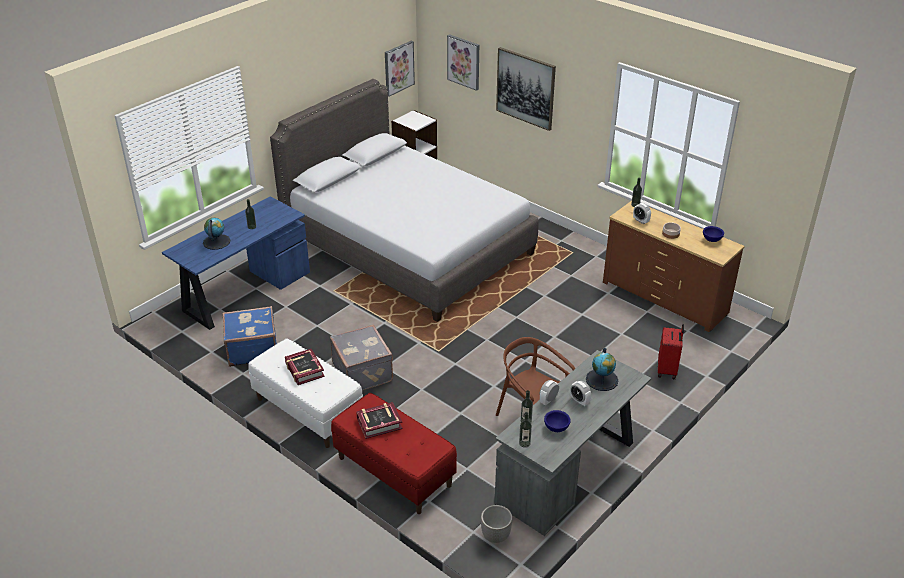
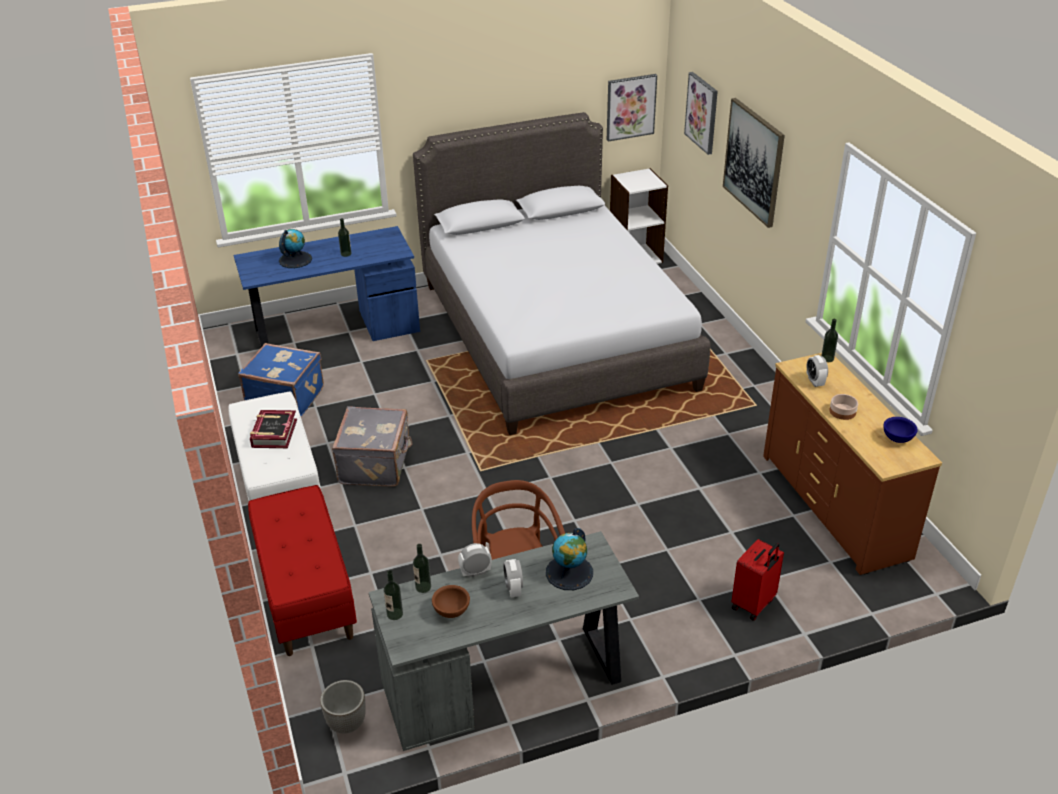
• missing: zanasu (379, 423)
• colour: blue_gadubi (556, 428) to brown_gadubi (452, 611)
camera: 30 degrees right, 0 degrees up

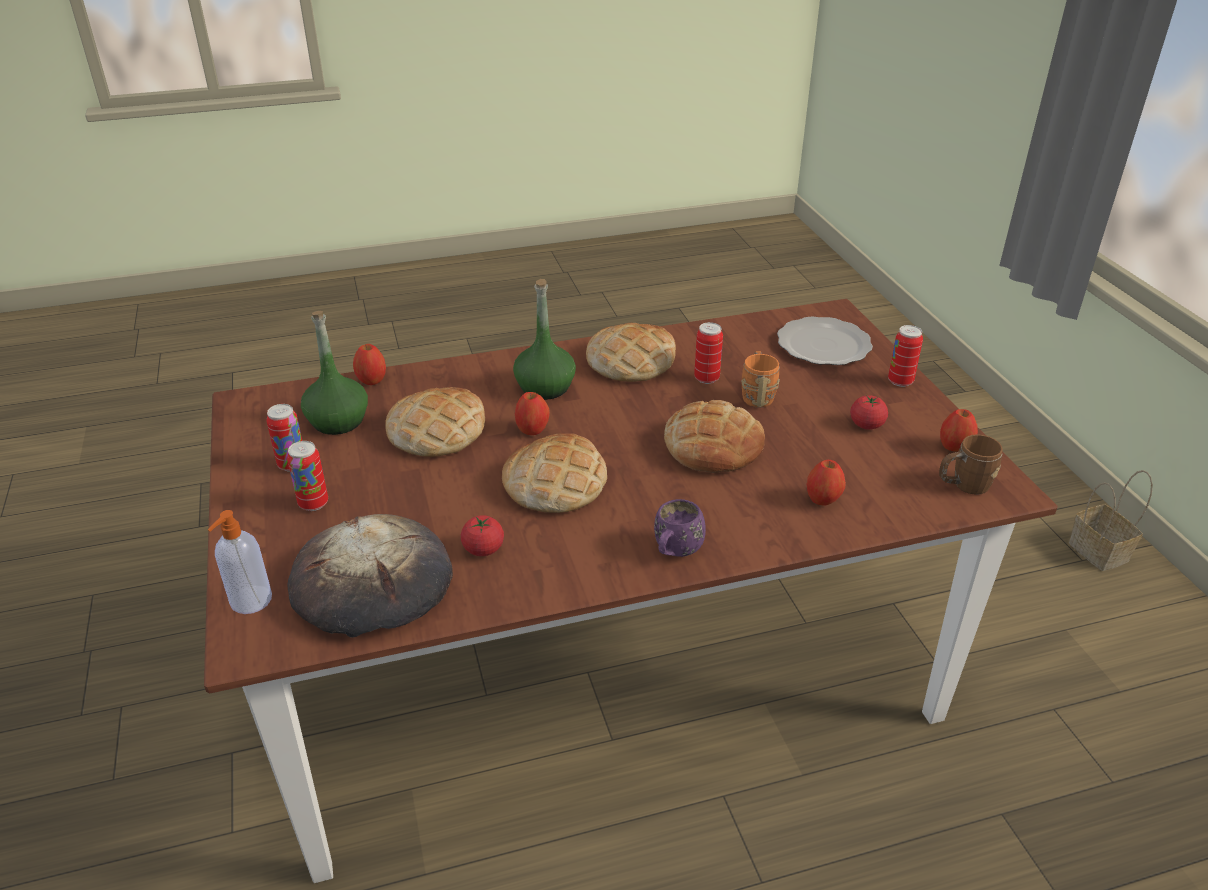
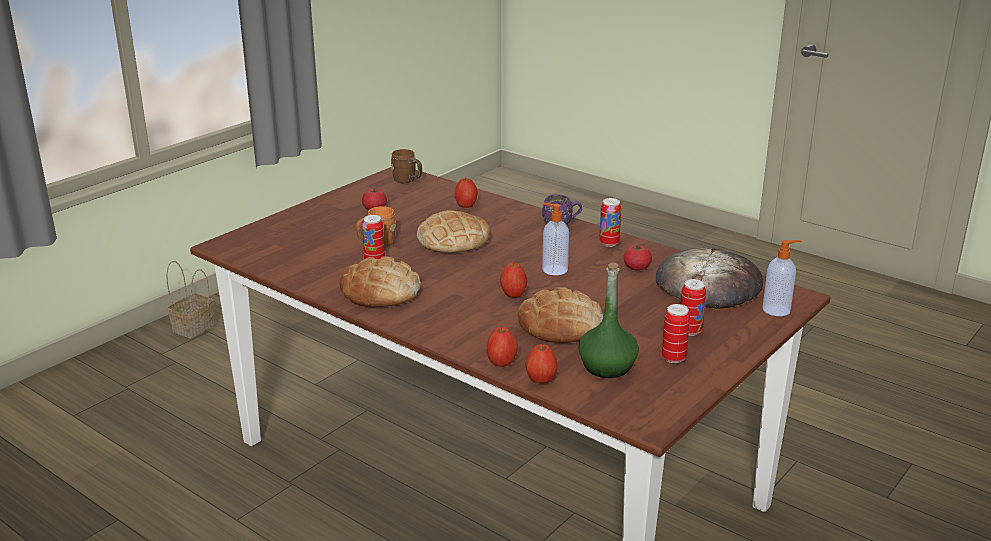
• exchanged: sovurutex (555, 482) to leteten (554, 269)
• missing: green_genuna (545, 387)
• missing: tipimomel (825, 345)
• relocated: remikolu (900, 381) to (609, 243)
• relocated: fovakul (954, 447) to (501, 362)
camera: 125 degrees left, 10 degrees down

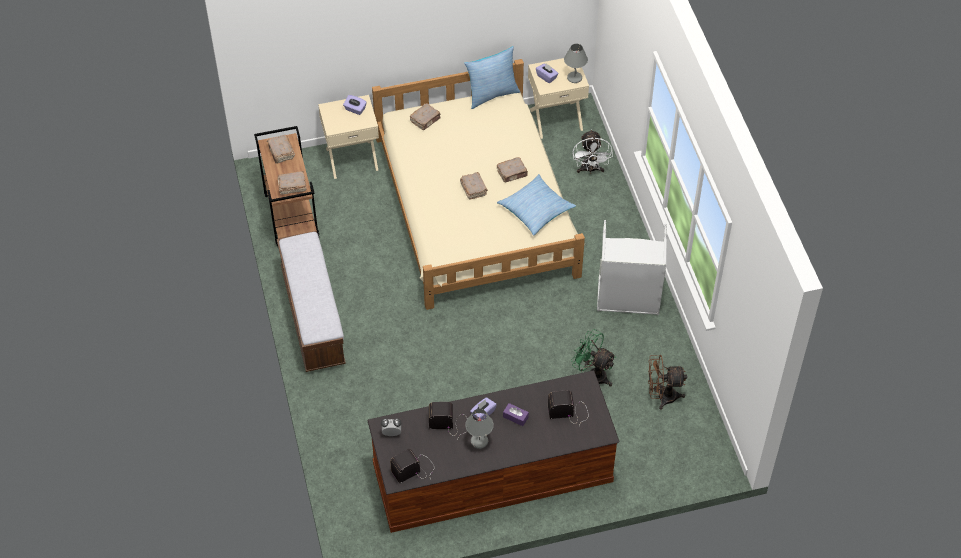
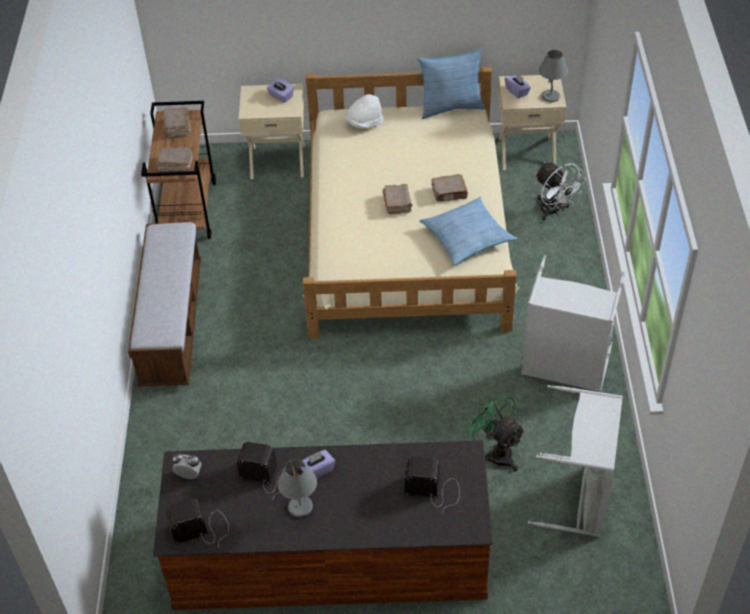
• exchanged: brown_zanasu (425, 120) to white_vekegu (364, 123)
• missing: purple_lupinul (515, 417)
• spun: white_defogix (590, 170) = (554, 211) 45 degrees counterclockwise
• exchanged: brown_defogix (661, 396) to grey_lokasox (580, 496)
camera: 15 degrees right, 5 degrees down

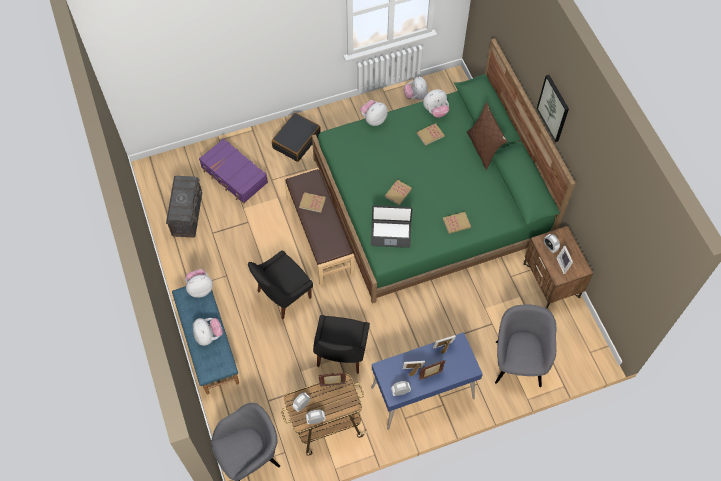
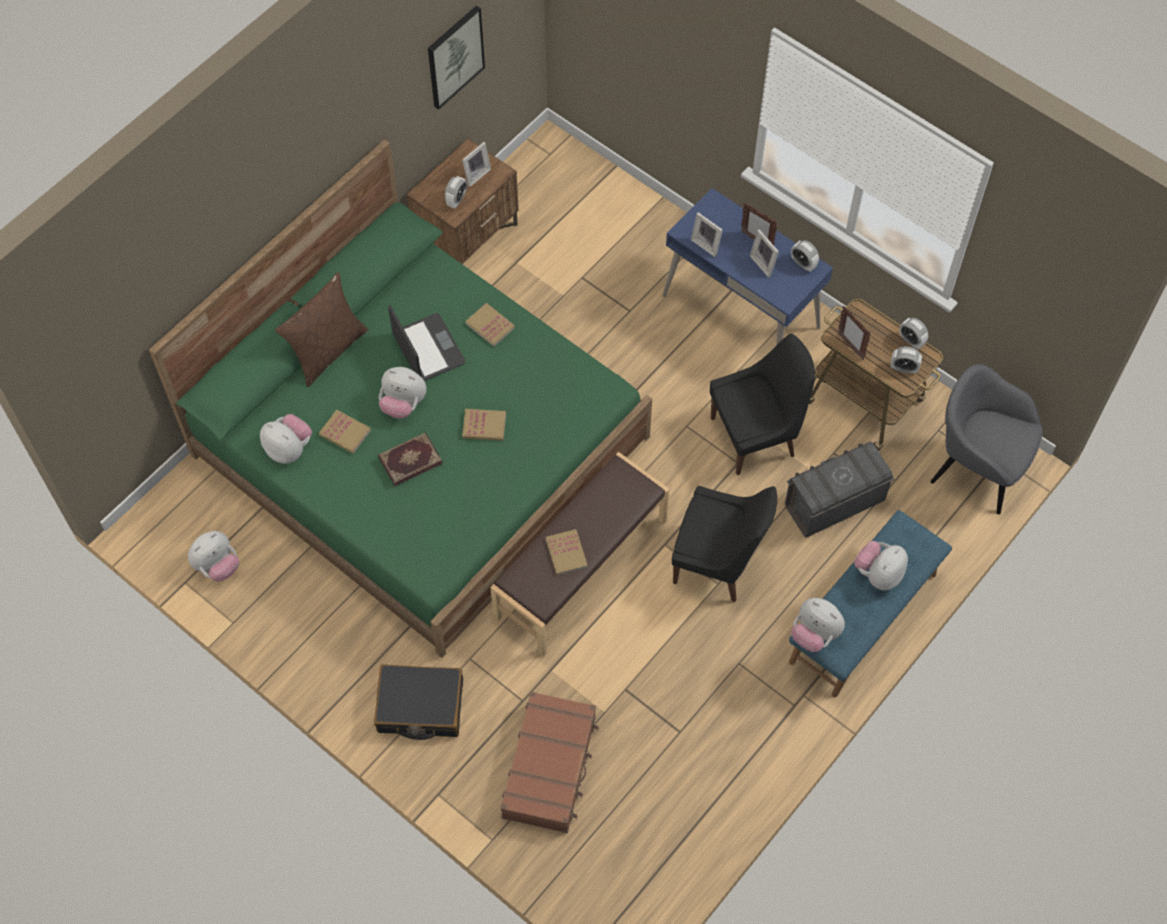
• relocated: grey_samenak (187, 214) to (833, 503)
• colour: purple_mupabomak (234, 175) to brown_mupabomak (550, 767)
• relocated: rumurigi (373, 119) to (403, 404)
• relocated: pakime (391, 233) to (428, 349)
• missing: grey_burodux (518, 362)
• relocated: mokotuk (553, 108) to (454, 56)
• appeared: zanasu (409, 459)
camera: 120 degrees left, 0 degrees up

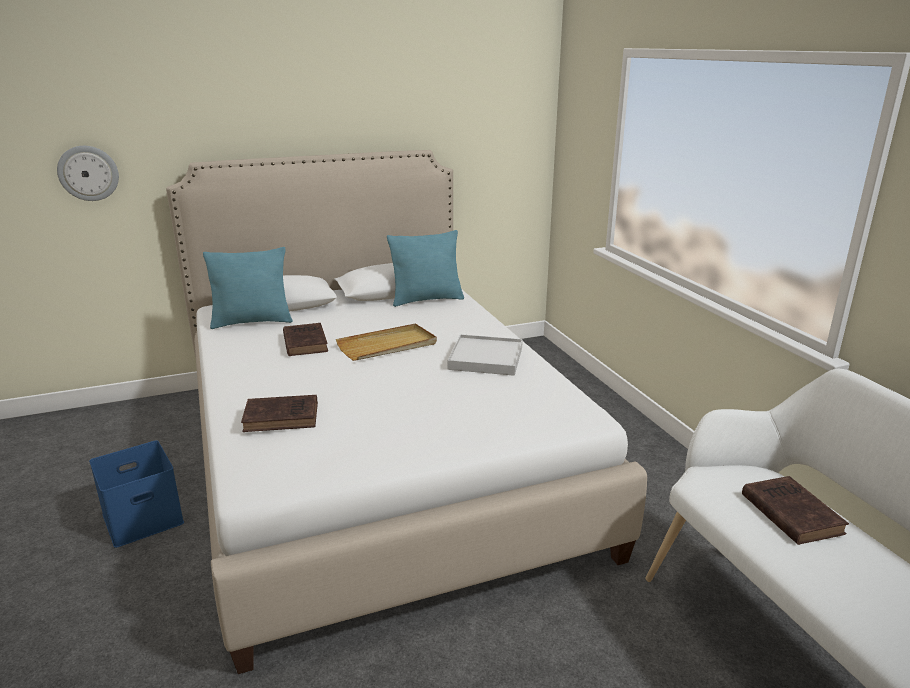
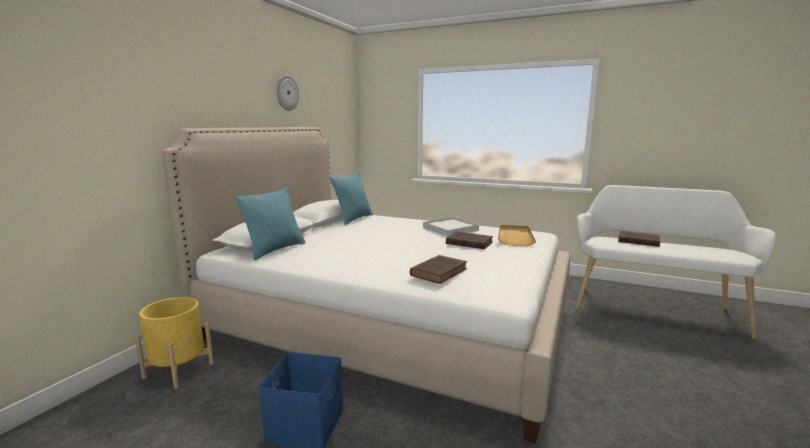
• relocated: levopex (88, 173) to (286, 93)
• relocated: brown_zanasu (305, 342) to (468, 243)
• relocated: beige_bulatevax (388, 346) to (515, 237)
• appeared: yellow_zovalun (179, 370)
camera: 45 degrees left, 10 degrees down

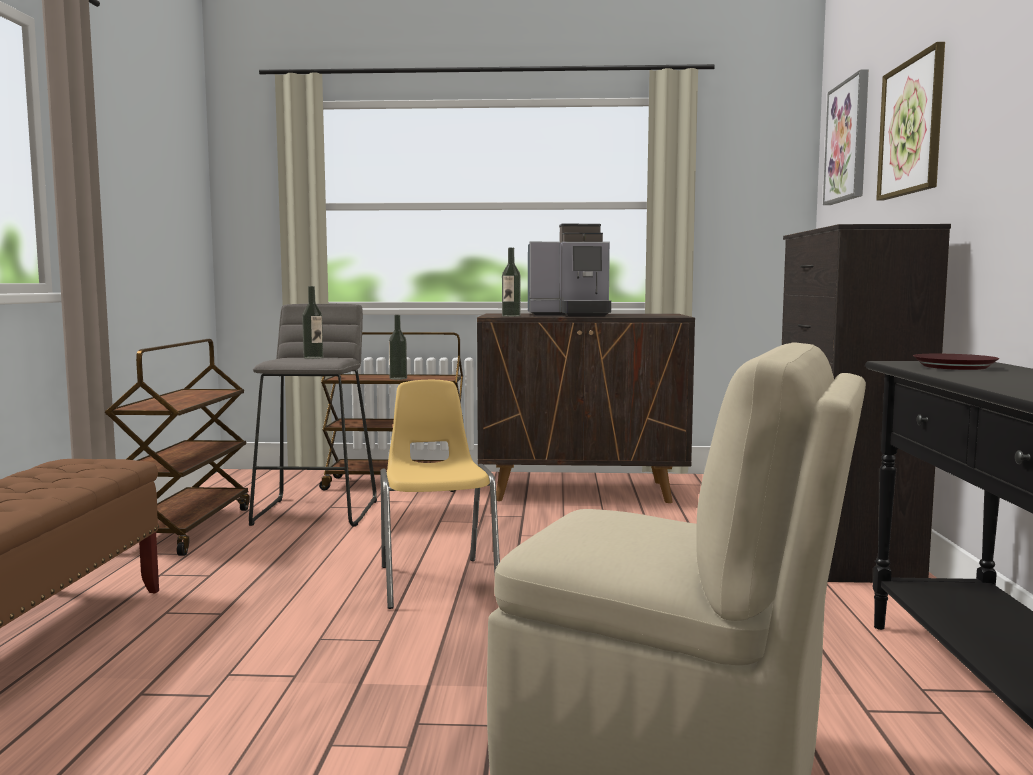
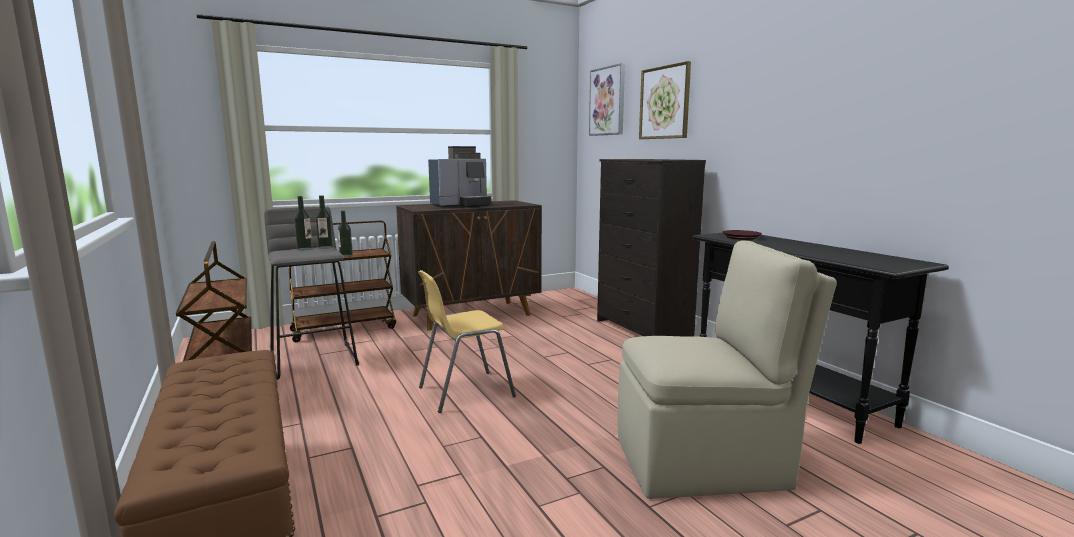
• spun: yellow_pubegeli (437, 582) = (464, 392) 75 degrees counterclockwise
• relocated: genuna (511, 316) to (325, 247)
camera: 30 degrees left, 5 degrees up

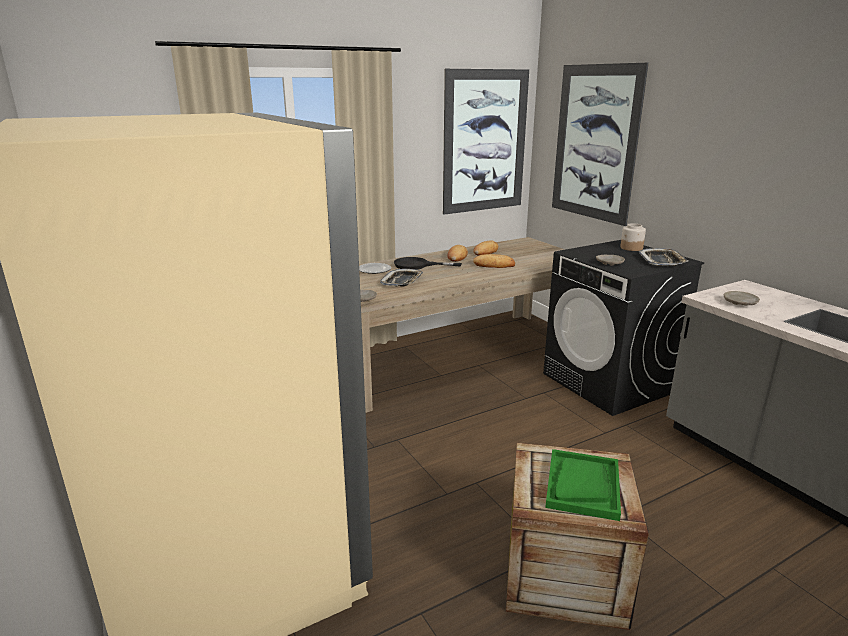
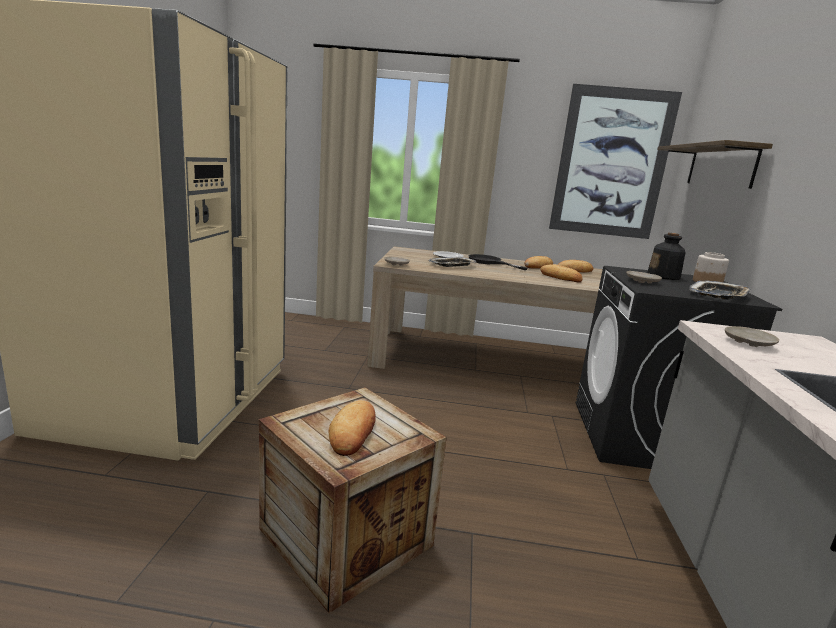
• exchanged: green_bulatevax (582, 485) to sovurutex (353, 432)
• exchanged: mokotuk (595, 143) to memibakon (720, 166)
• appeared: genuna (663, 276)
camera: 35 degrees right, 5 degrees down

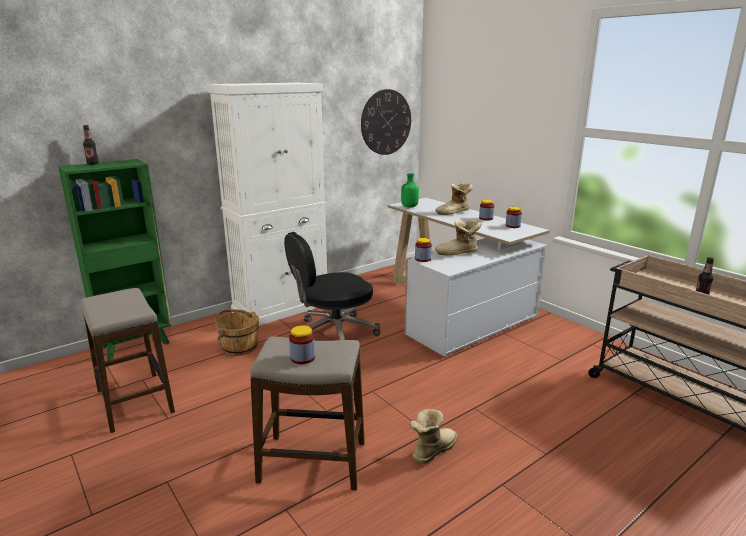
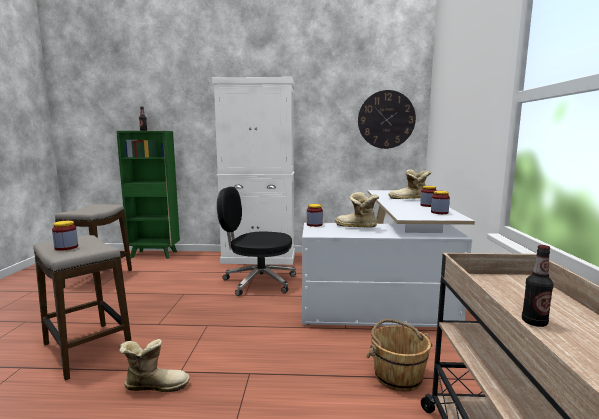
• relocated: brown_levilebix (239, 347) to (397, 375)
• missing: green_genuna (409, 206)
camera: 40 degrees right, 10 degrees down

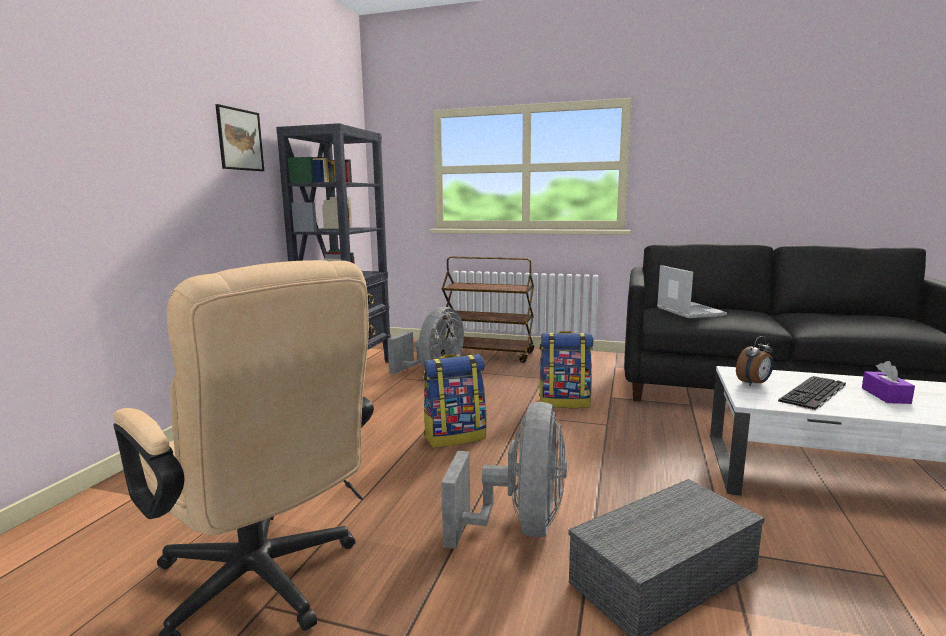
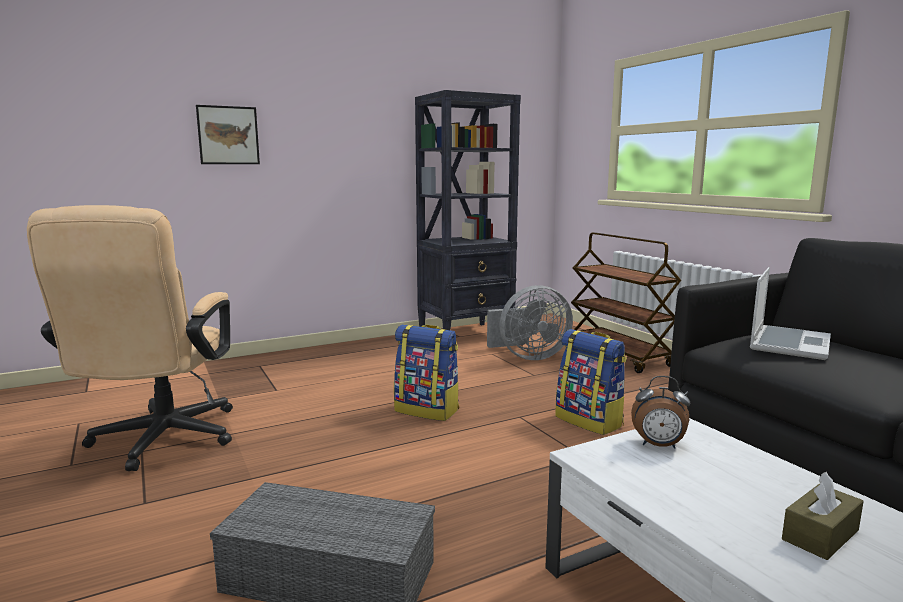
• relocated: mokotuk (240, 139) to (228, 135)
• missing: grey_defogix (520, 526)
• missing: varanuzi (814, 393)
• colour: purple_lupinul (885, 395) to brown_lupinul (820, 535)
camera: 45 degrees right, 0 degrees up

